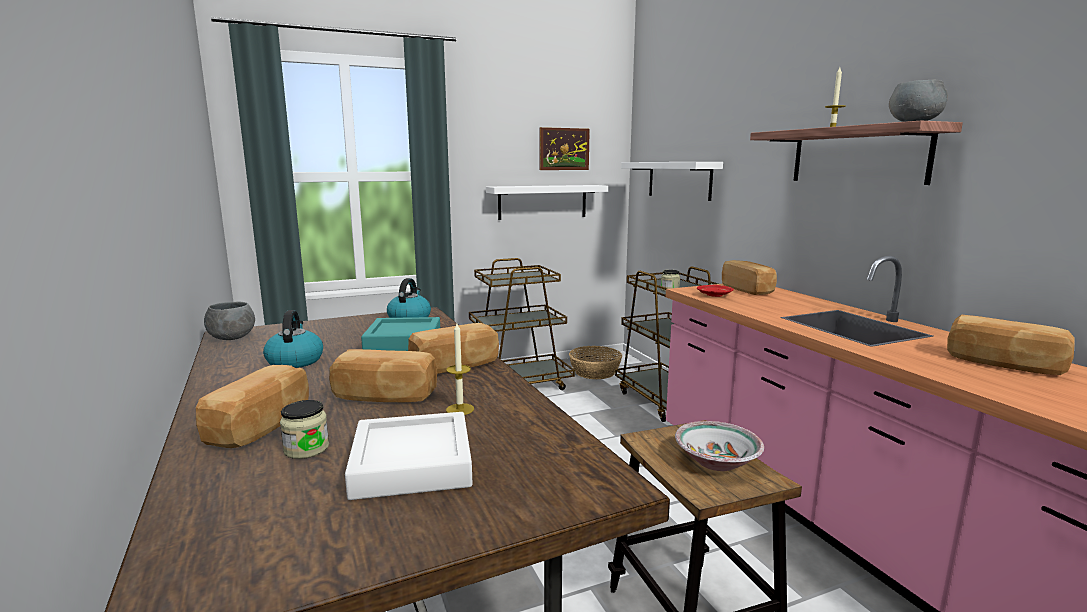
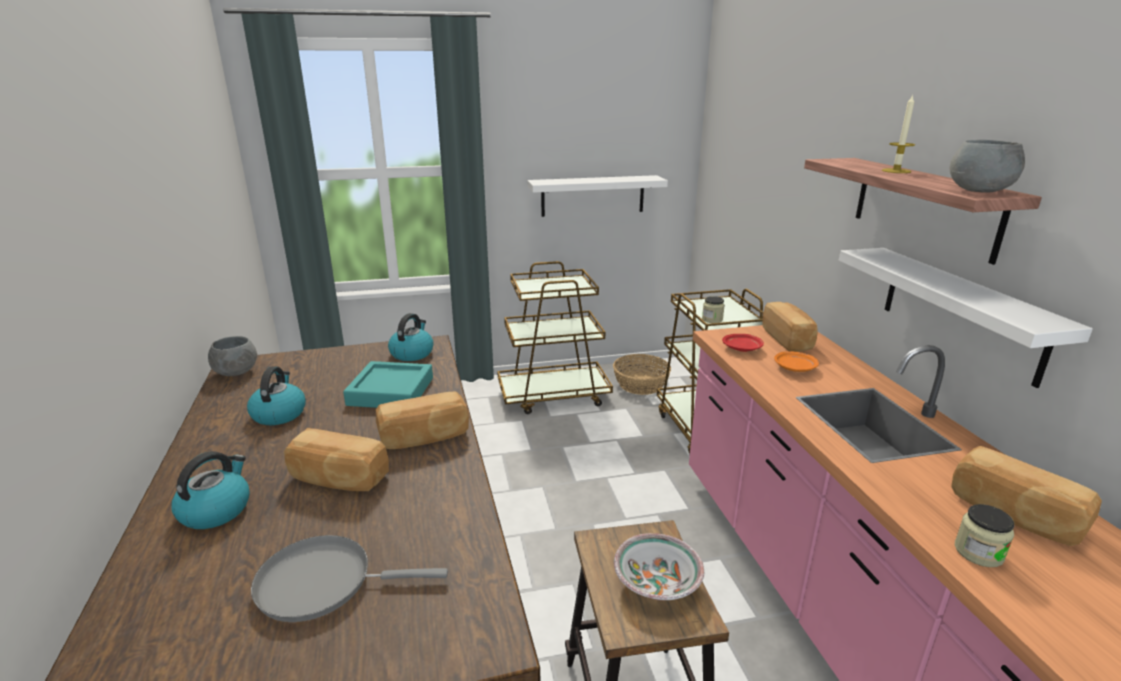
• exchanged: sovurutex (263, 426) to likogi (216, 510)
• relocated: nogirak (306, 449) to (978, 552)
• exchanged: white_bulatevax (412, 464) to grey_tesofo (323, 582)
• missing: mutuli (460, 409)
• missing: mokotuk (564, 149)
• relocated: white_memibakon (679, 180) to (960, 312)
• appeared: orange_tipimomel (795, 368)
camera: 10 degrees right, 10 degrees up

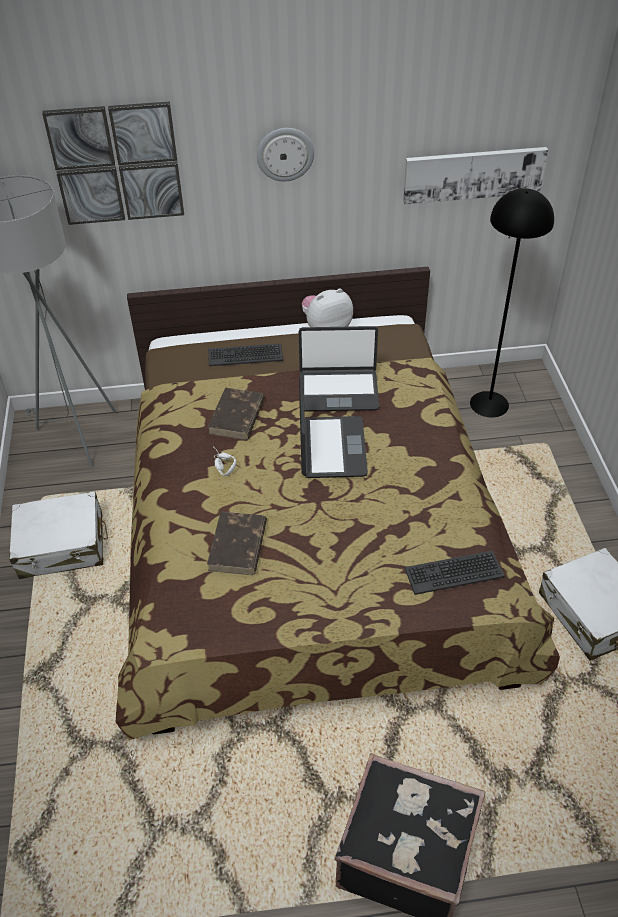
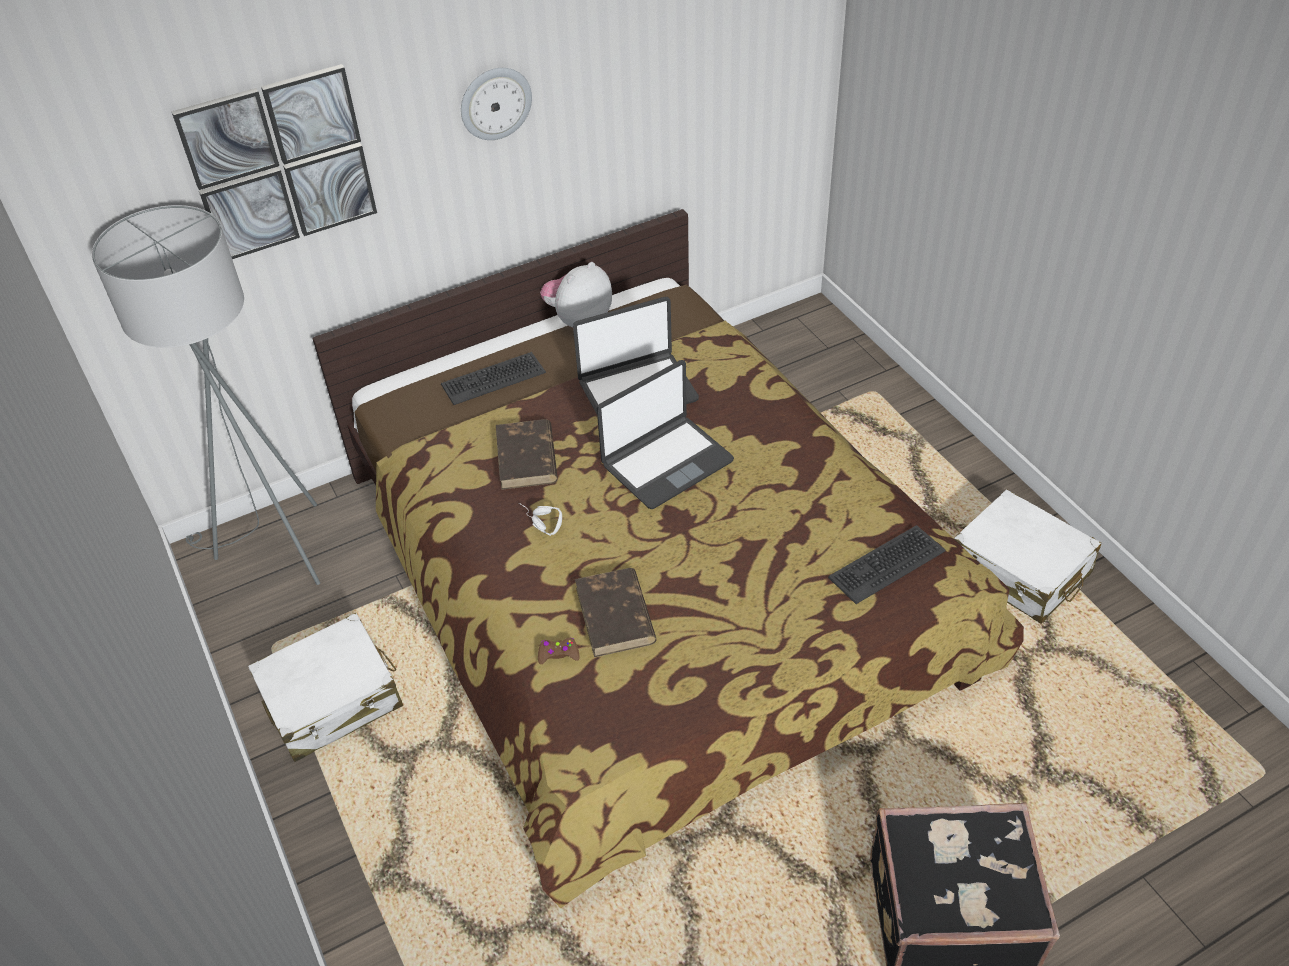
• spun: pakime (331, 448) = (666, 462) 75 degrees clockwise
• missing: mokotuk (473, 174)
• missing: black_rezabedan (489, 403)
• appeared: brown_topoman (558, 654)
camera: 20 degrees left, 0 degrees up

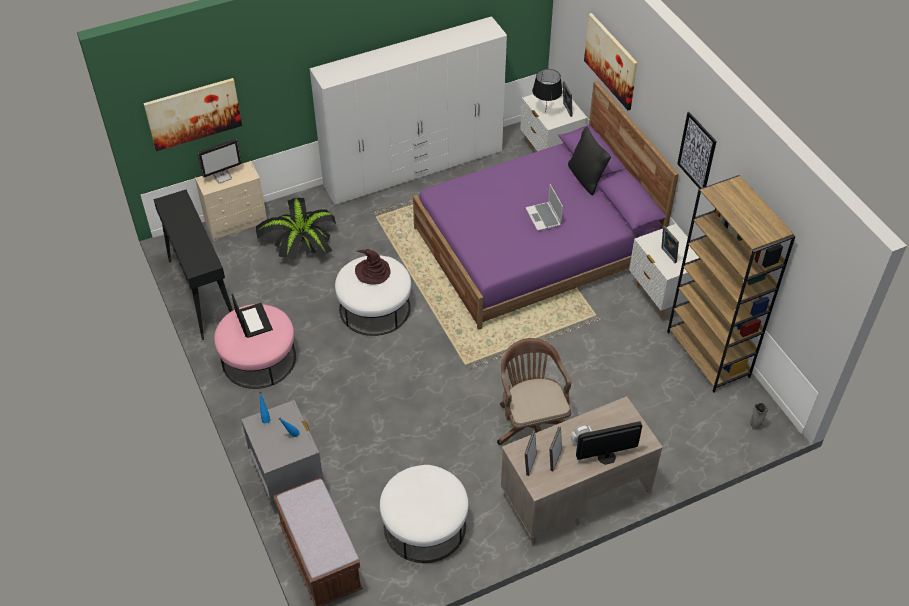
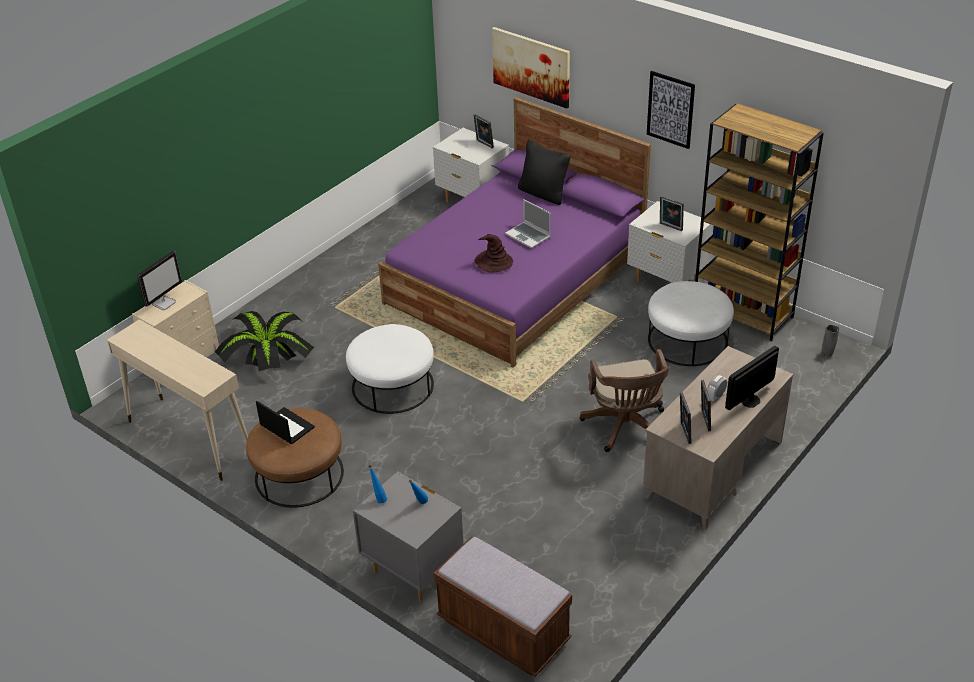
• missing: mokotuk (193, 113)
• colour: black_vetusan (202, 293) to beige_vetusan (189, 437)
• colour: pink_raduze (258, 359) to brown_raduze (299, 475)
• missing: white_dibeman (414, 168)
• relocated: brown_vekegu (373, 272) to (493, 262)
• relocated: white_raduze (425, 525) to (687, 340)
• spun: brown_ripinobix (531, 424) = (626, 428) 150 degrees counterclockwise
• missing: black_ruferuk (545, 112)
camera: 25 degrees left, 10 degrees down

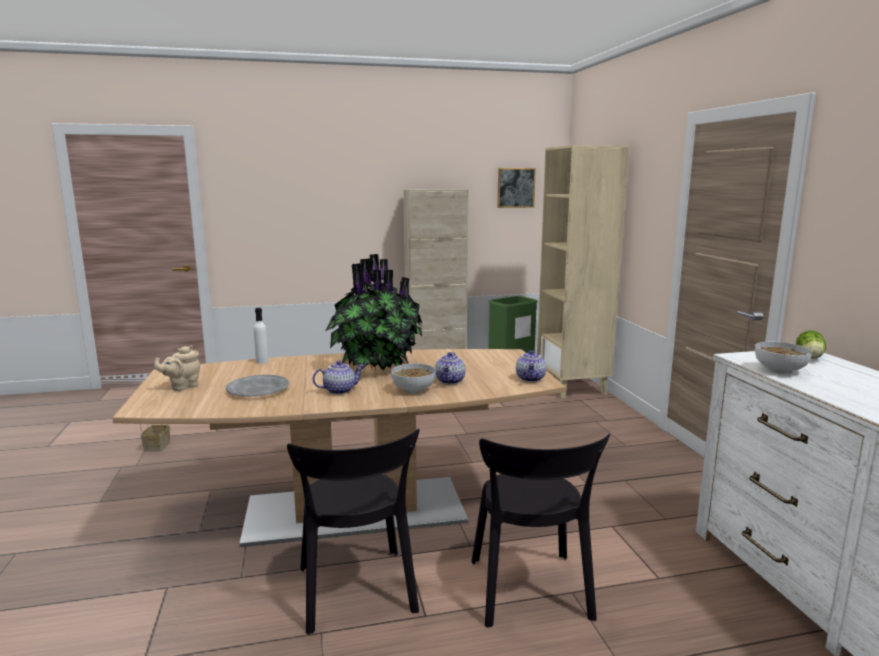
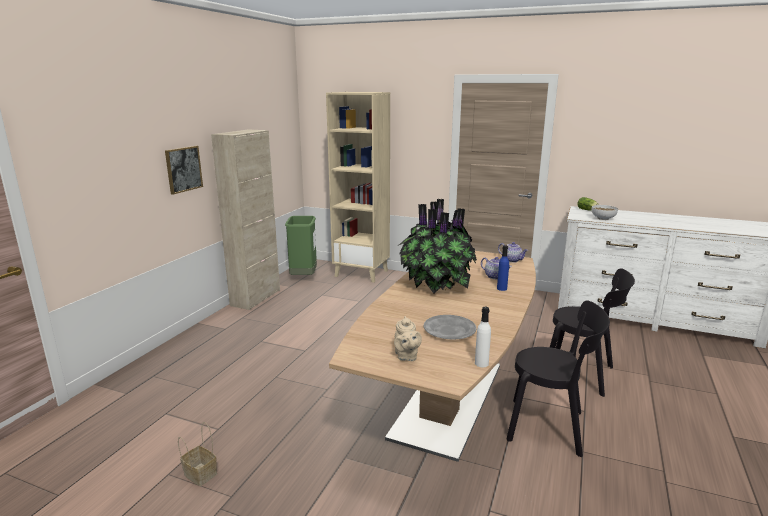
• relocated: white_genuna (262, 361) to (481, 363)
• missing: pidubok (339, 390)
• exchanged: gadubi (413, 390) to blue_genuna (502, 288)
• relocated: mokotuk (516, 188) to (183, 169)
camera: 55 degrees left, 5 degrees up

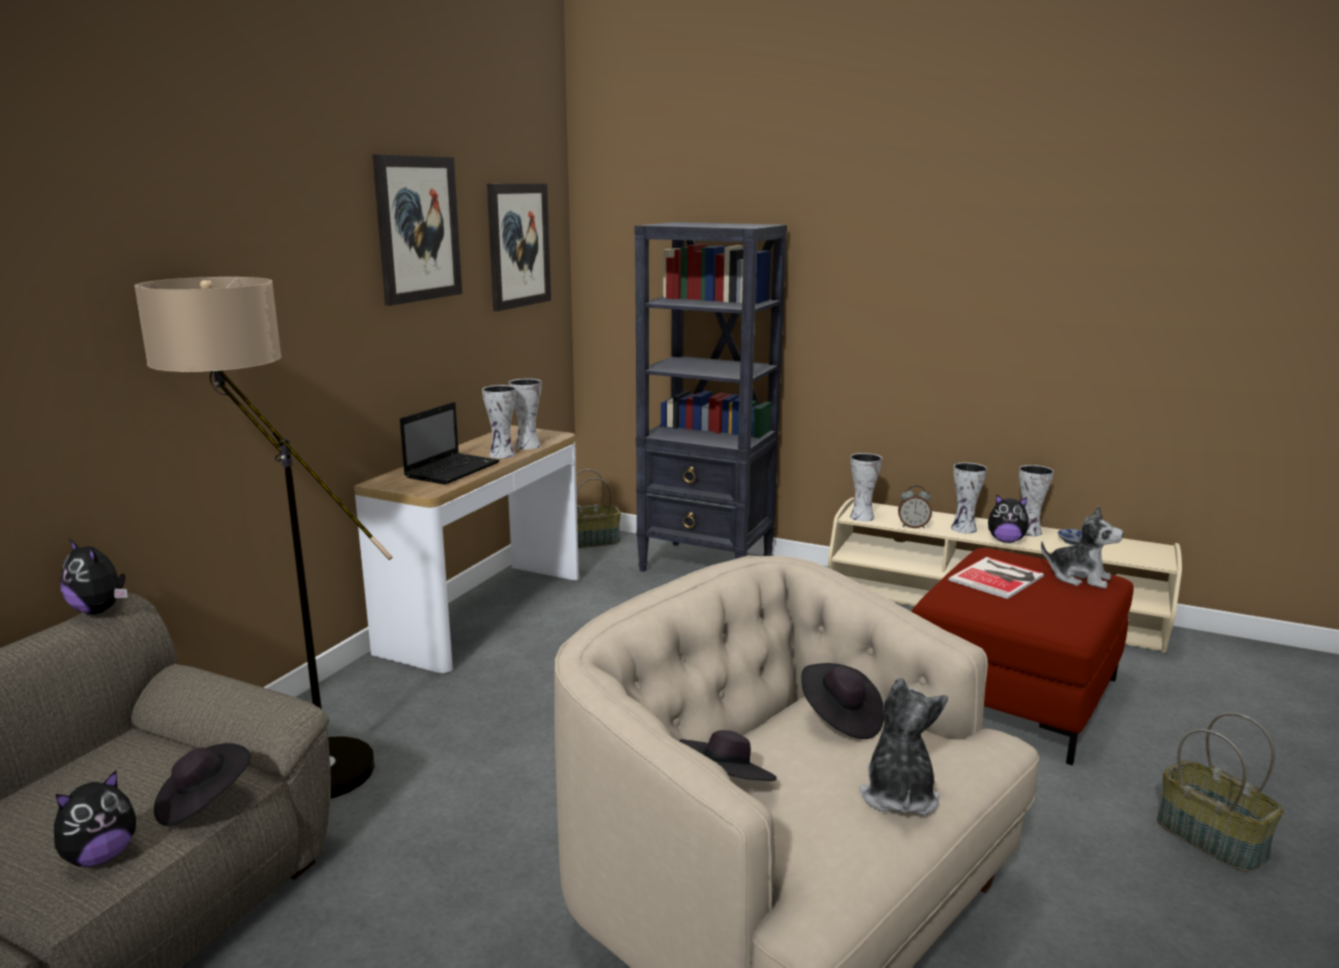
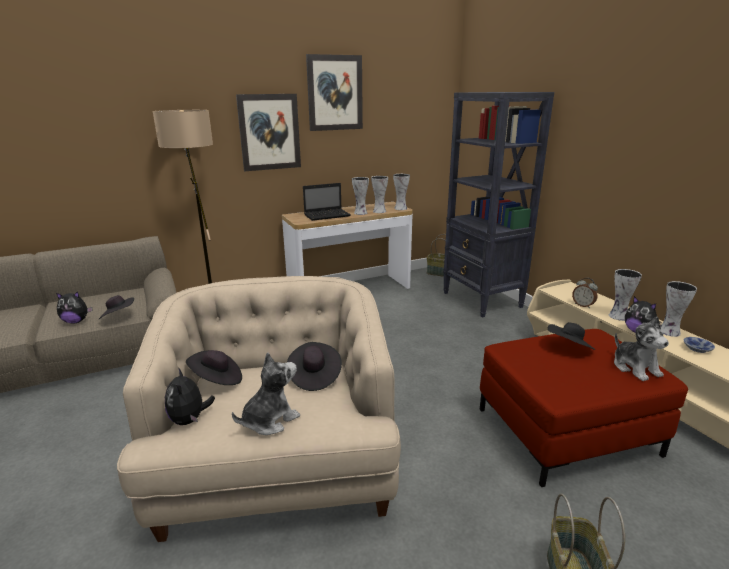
• relocated: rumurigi (100, 610) to (190, 420)
• relocated: mokotuk (518, 245) to (269, 132)
• relocated: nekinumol (861, 517) to (400, 208)
• exchanged: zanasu (999, 578) to black_vekegu (569, 348)
camera: 40 degrees right, 5 degrees up

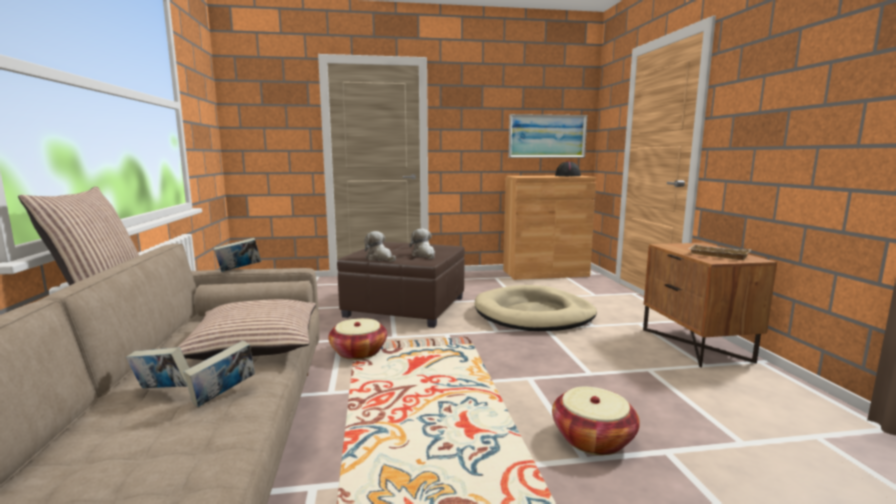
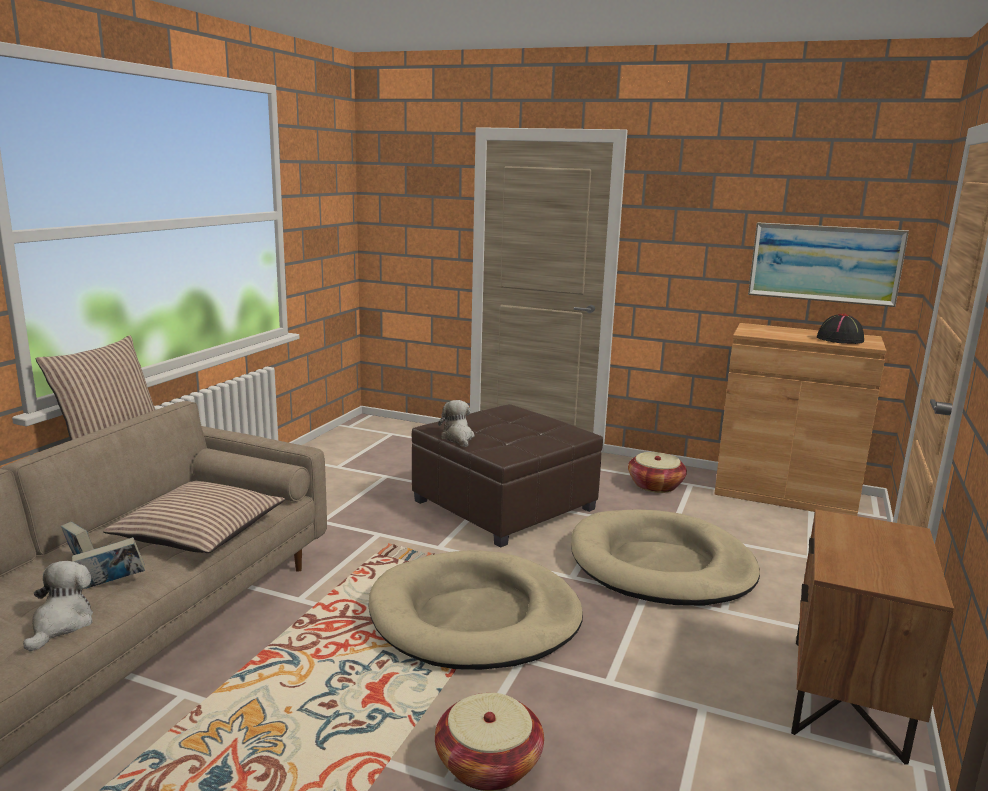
• missing: zanasu (239, 270)
• relocated: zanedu (358, 352) to (655, 485)
• relocated: rumurigi (424, 255) to (61, 624)
• missing: beige_bulatevax (717, 256)
• appeared: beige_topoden (475, 617)
camera: 30 degrees right, 5 degrees up

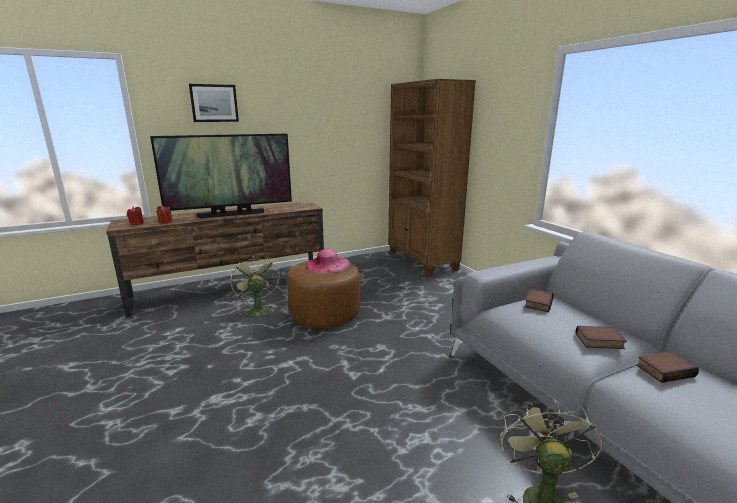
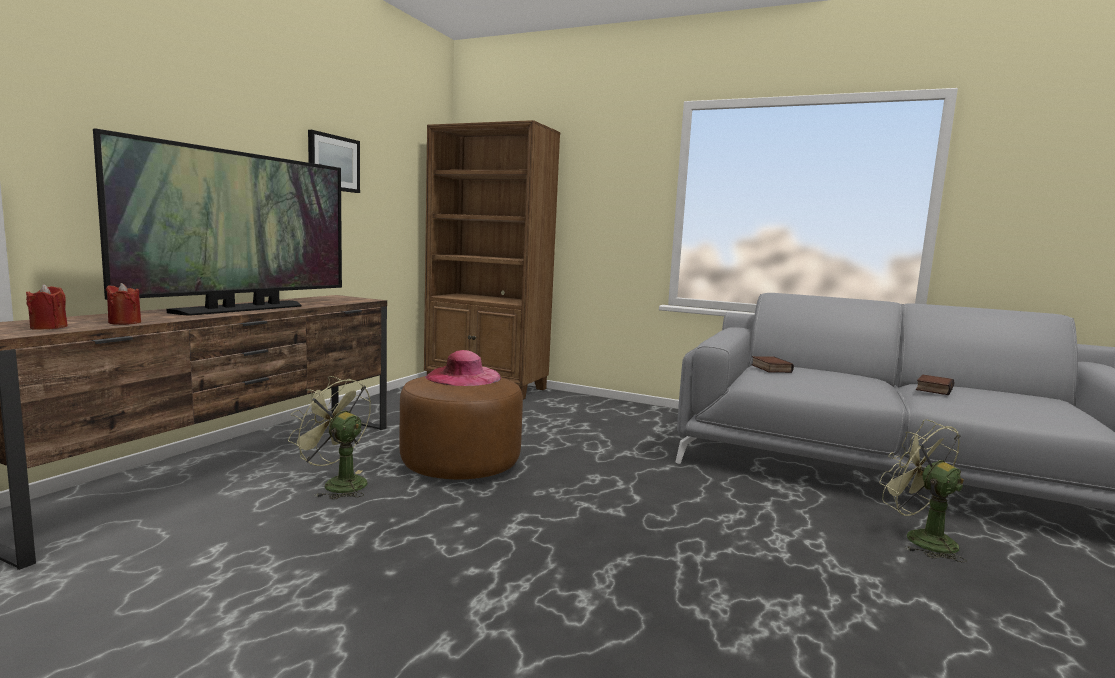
• relocated: mokotuk (214, 103) to (333, 163)
• missing: zanasu (599, 341)
camera: 40 degrees left, 10 degrees down

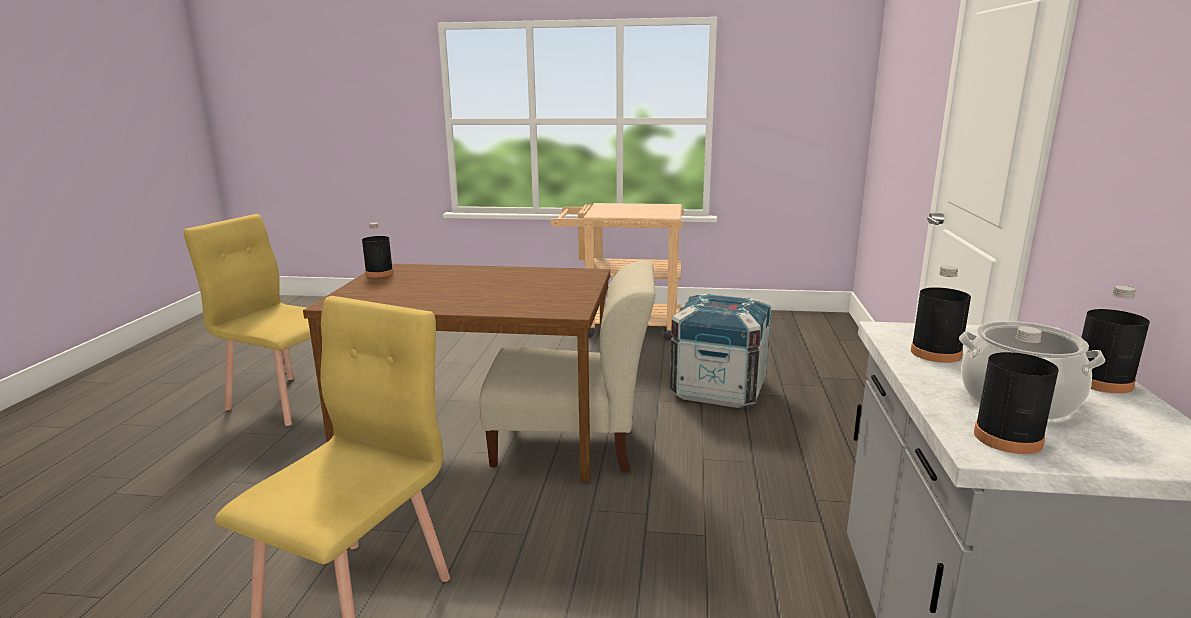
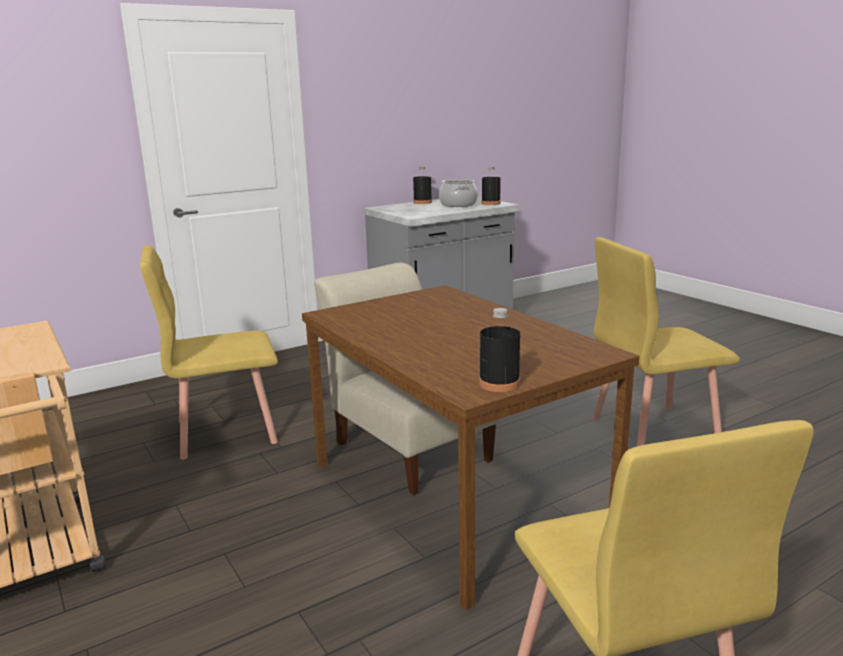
• exchanged: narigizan (718, 389) to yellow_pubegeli (225, 431)
• missing: black_genuna (935, 353)
camera: 130 degrees left, 0 degrees up

